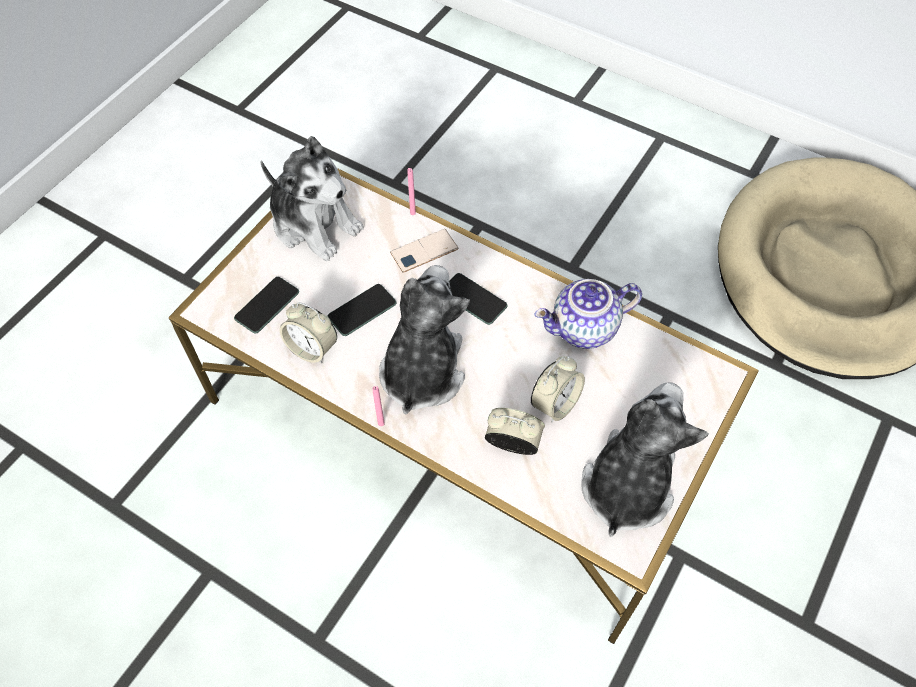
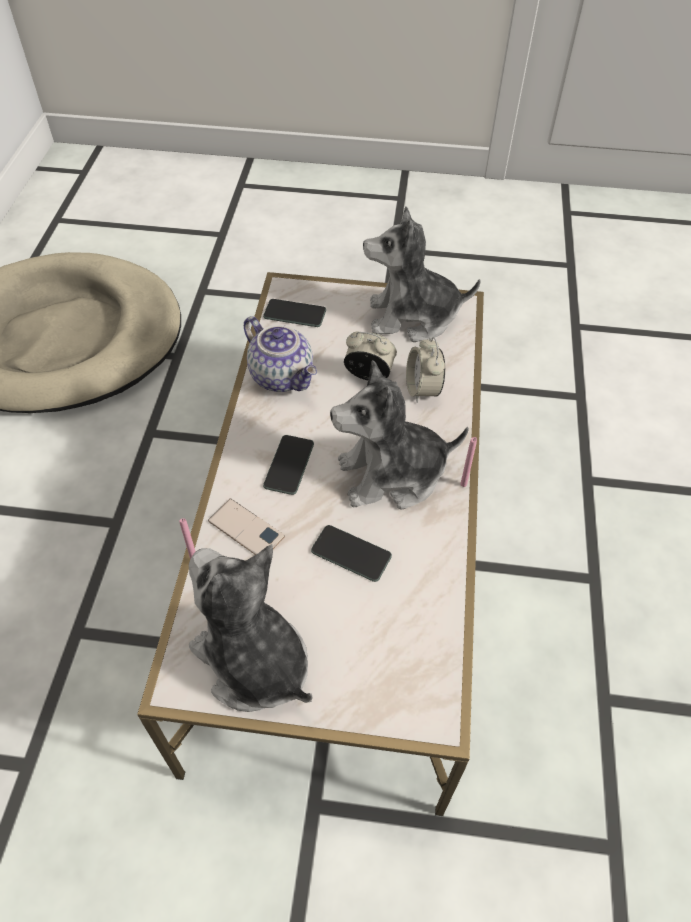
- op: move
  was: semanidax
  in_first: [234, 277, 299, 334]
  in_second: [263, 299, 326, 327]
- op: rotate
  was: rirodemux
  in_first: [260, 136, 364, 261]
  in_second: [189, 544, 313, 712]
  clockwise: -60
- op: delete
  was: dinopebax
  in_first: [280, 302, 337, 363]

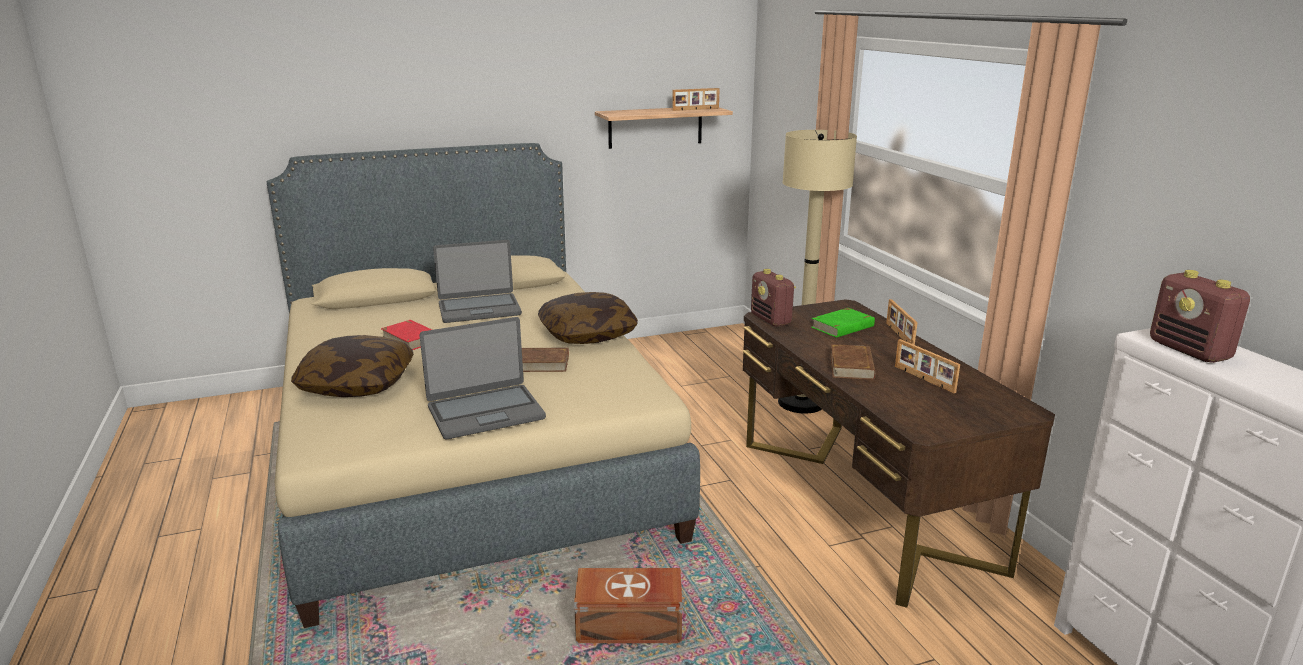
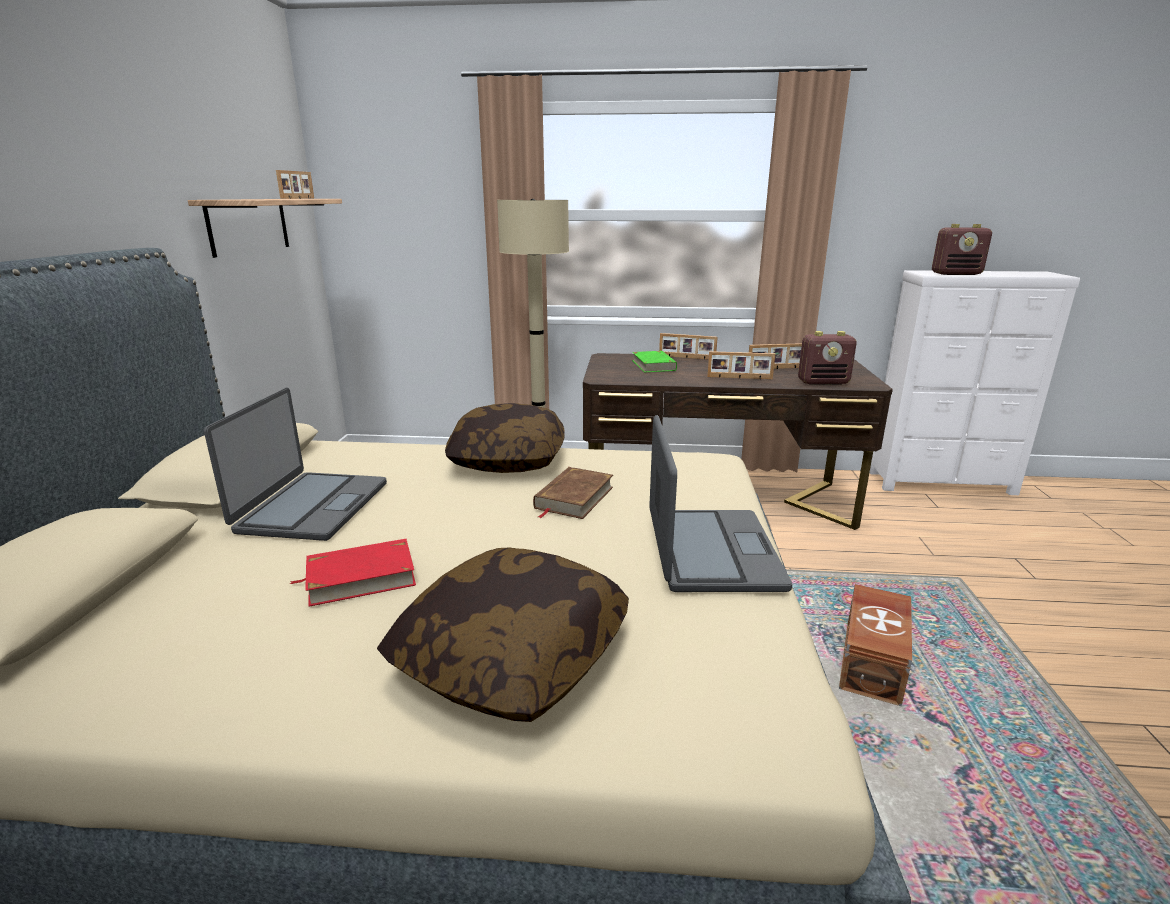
- op: move
  was: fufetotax
  in_first: [751, 269, 796, 327]
  in_second: [798, 331, 857, 385]
- op: replace
  was: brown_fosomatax
  now: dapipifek
  in_first: [830, 344, 875, 380]
  in_second: [707, 351, 775, 379]

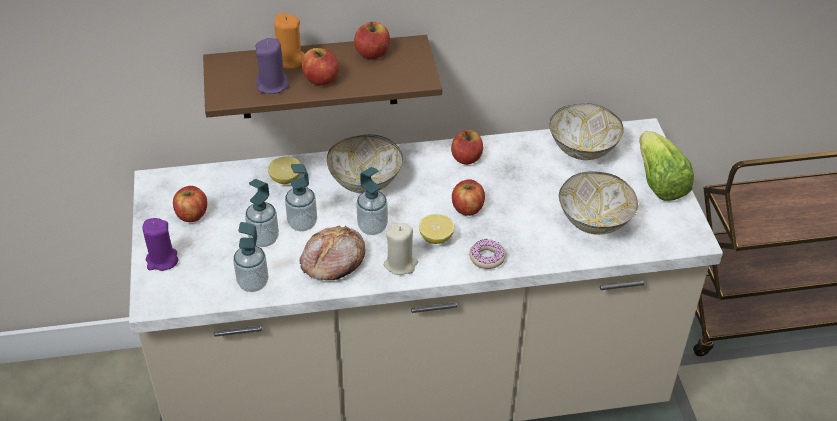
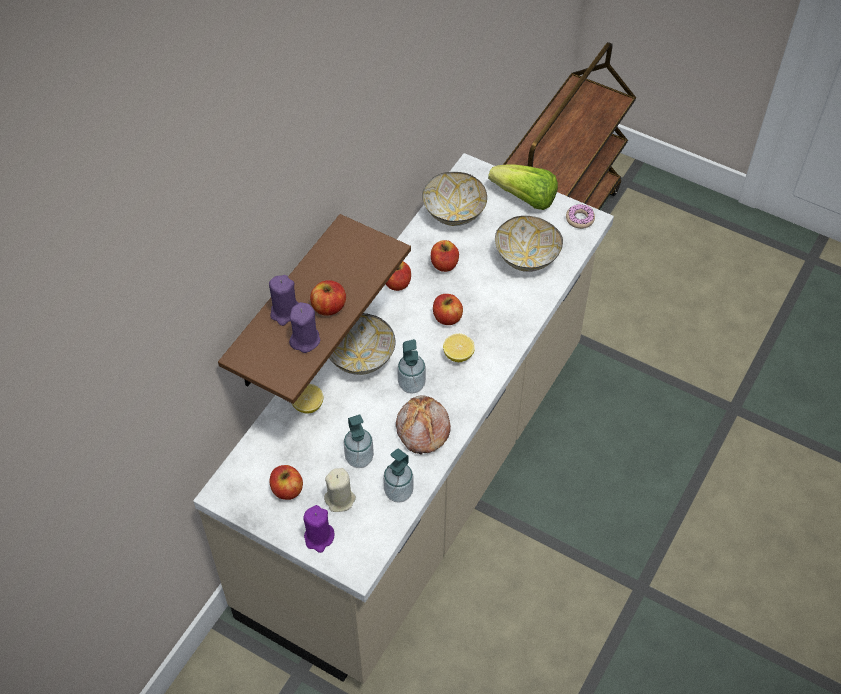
- op: recolor
  was: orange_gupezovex
  now: purple_gupezovex
  in_first: [274, 13, 305, 69]
  in_second: [269, 275, 298, 326]
- op: delete
  was: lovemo
  in_first: [285, 164, 317, 231]
- op: move
  was: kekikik
  in_first: [354, 22, 390, 59]
  in_second: [431, 240, 459, 272]
- op: move
  was: beige_gupezovex
  in_first: [384, 223, 418, 275]
  in_second: [324, 468, 356, 512]
- op: move
  was: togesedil
  in_first: [469, 239, 506, 269]
  in_second: [566, 204, 595, 229]

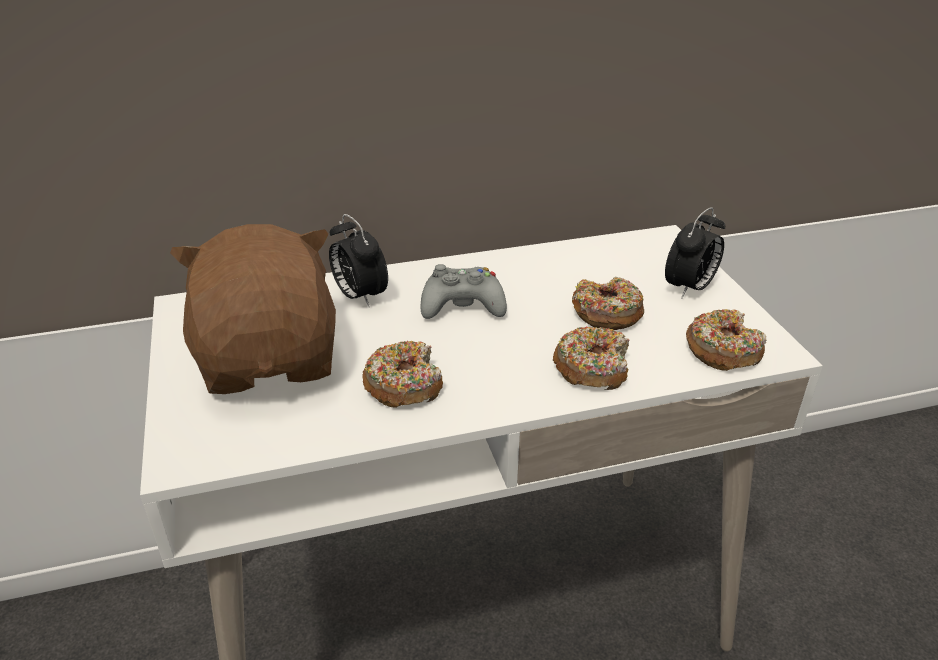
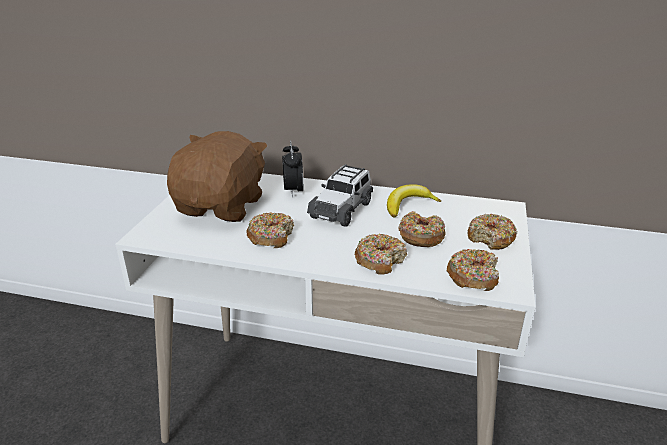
- op: replace
  was: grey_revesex
  now: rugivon
  in_first: [420, 264, 507, 319]
  in_second: [307, 164, 373, 227]
- op: replace
  was: dinopebax
  now: togesedil
  in_first: [665, 207, 725, 298]
  in_second: [467, 213, 518, 250]
- op: insert
  now: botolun
  in_second: [387, 184, 441, 217]

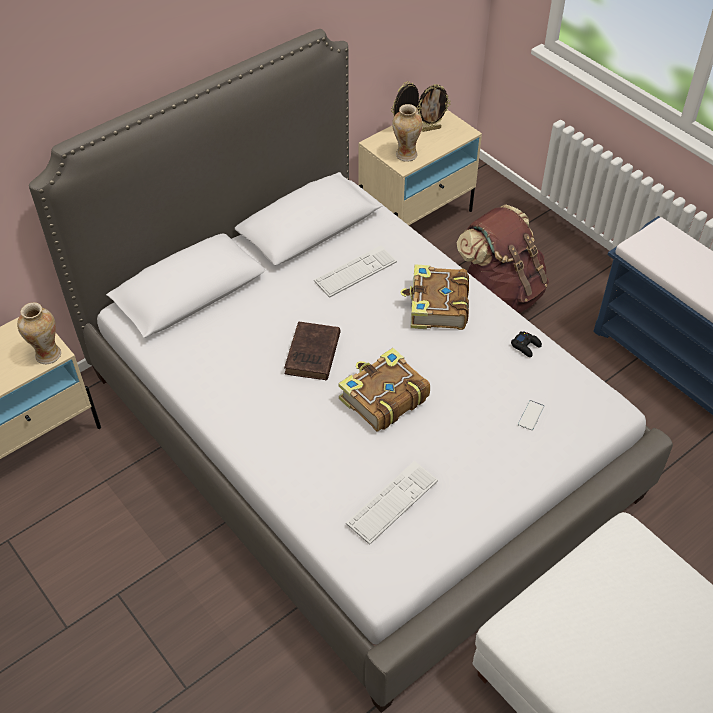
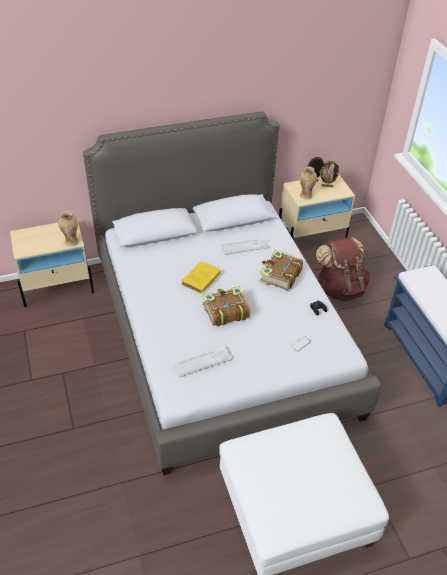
- op: recolor
  was: brown_fosomatax
  now: yellow_fosomatax
  in_first: [284, 322, 341, 380]
  in_second: [181, 261, 221, 294]

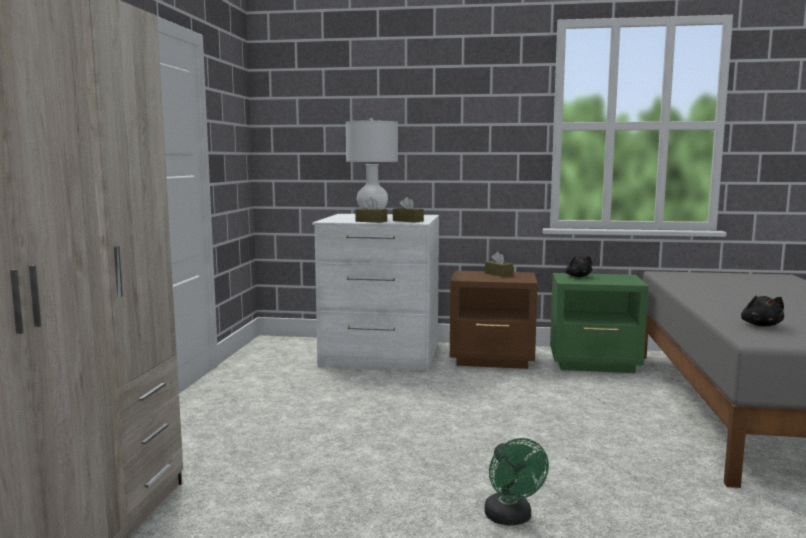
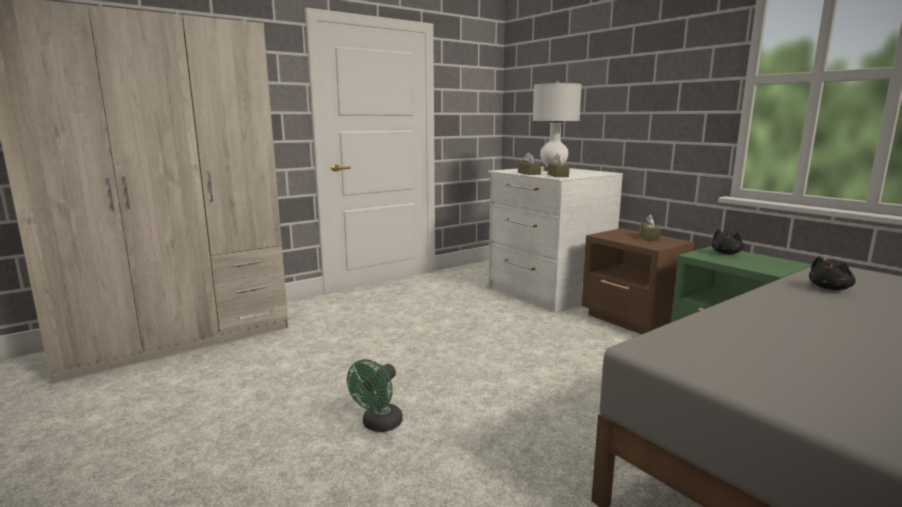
- op: move
  was: black_rirodemux
  in_first: [741, 295, 784, 327]
  in_second: [809, 256, 856, 290]

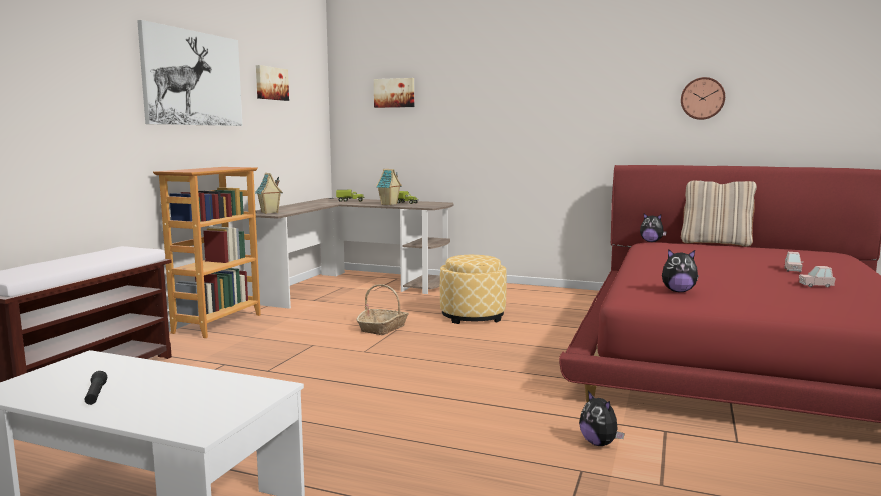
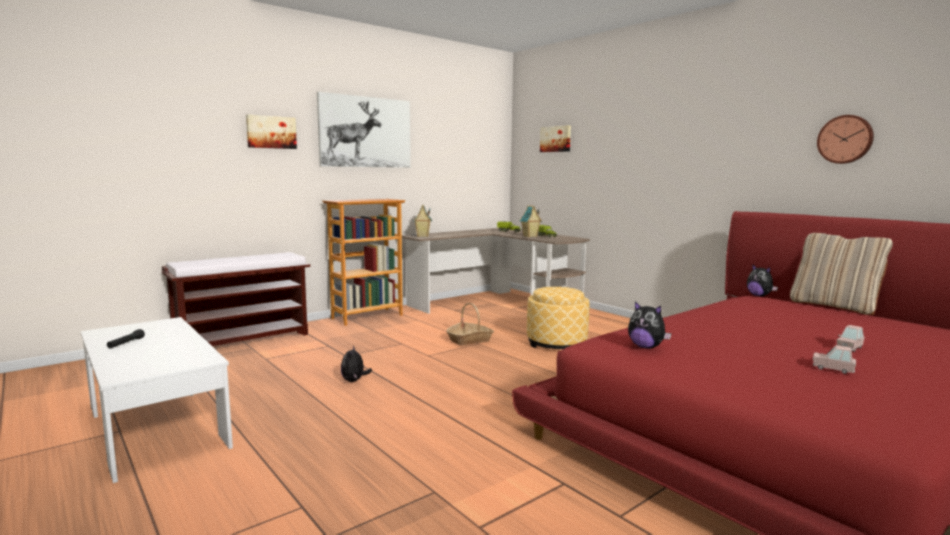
- op: move
  was: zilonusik
  in_first: [256, 65, 289, 101]
  in_second: [246, 114, 297, 149]
- op: move
  was: rirodemux
  in_first: [579, 391, 625, 446]
  in_second: [341, 345, 372, 382]

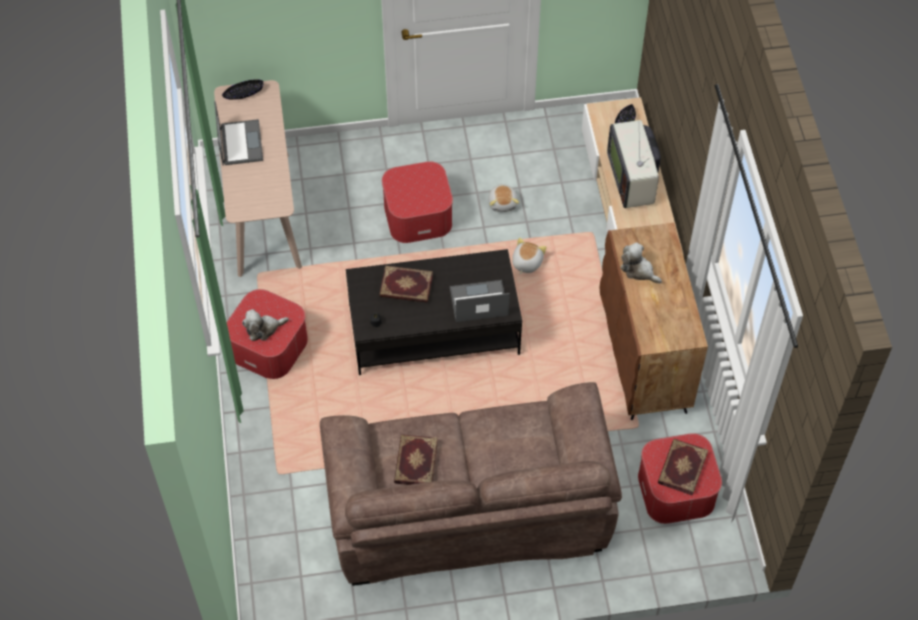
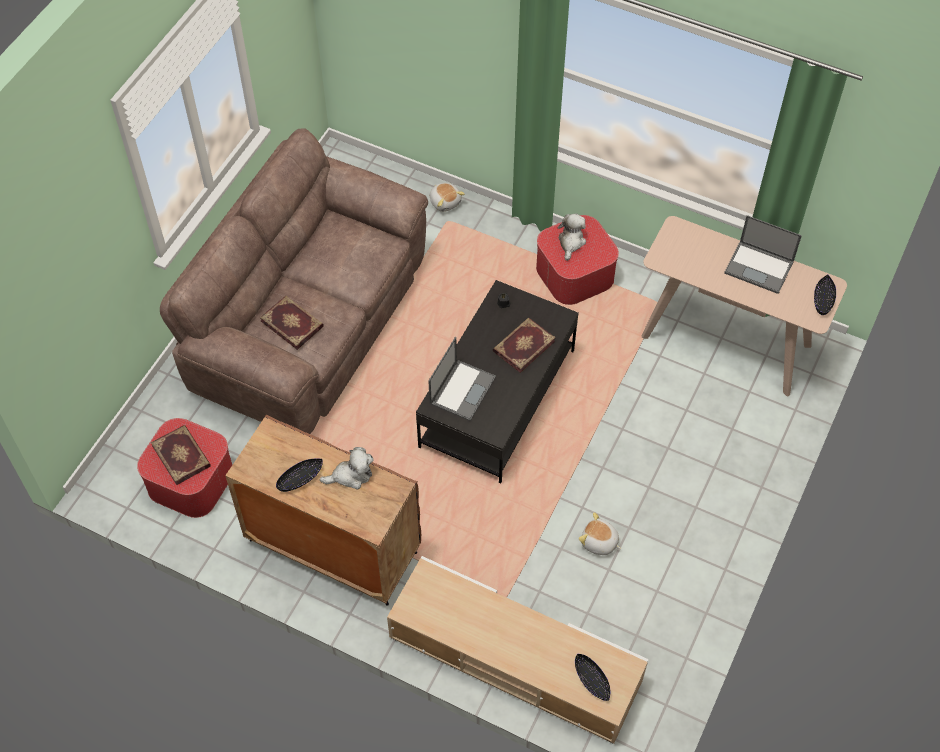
- op: delete
  was: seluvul
  in_first: [382, 161, 453, 243]
- op: move
  was: fosomatax
  in_first: [394, 434, 438, 485]
  in_second: [260, 296, 324, 350]
- op: move
  was: rirodemux
  in_first: [512, 238, 547, 274]
  in_second: [430, 183, 465, 212]
- op: delete
  was: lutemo
  in_first: [607, 120, 661, 208]
- op: insert
  now: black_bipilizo
  in_second: [276, 459, 323, 492]

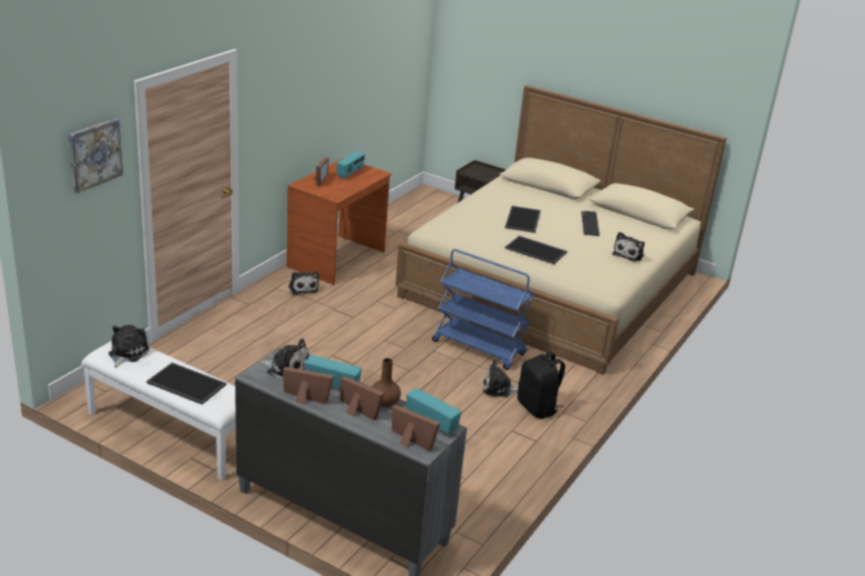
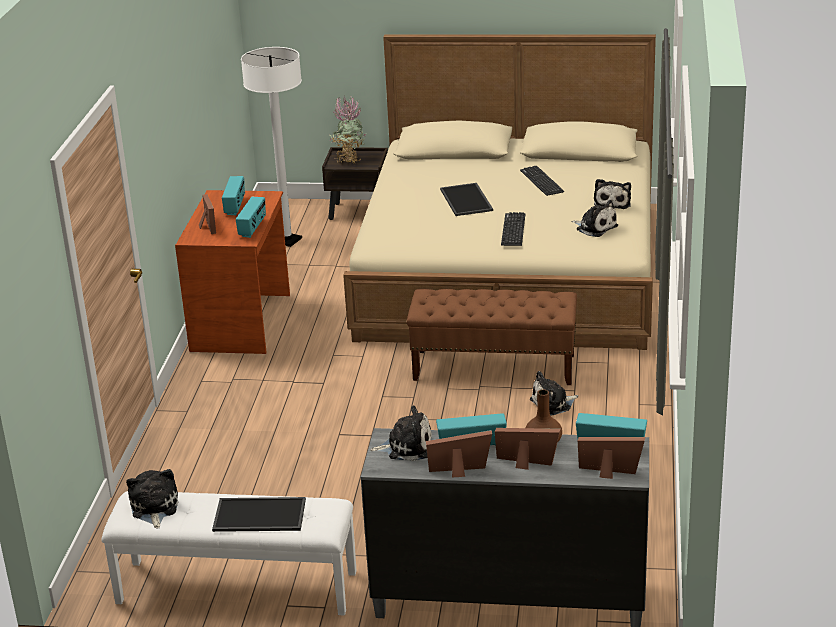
- op: delete
  was: zilonusik
  in_first: [68, 118, 123, 193]
- op: move
  was: rirodemux
  in_first: [288, 271, 319, 295]
  in_second: [571, 200, 618, 237]
- op: replace
  was: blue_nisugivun
  now: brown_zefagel
  in_first: [432, 249, 534, 370]
  in_second: [407, 289, 577, 385]
- op: replace
  was: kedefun
  now: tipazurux
  in_first: [505, 236, 567, 264]
  in_second: [501, 212, 525, 246]
- op: delete
  was: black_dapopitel
  in_first: [517, 351, 565, 419]
- op: insert
  now: fufetotax
  in_second: [236, 197, 266, 238]
- op: insert
  now: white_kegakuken
  in_second: [241, 47, 302, 247]
- op: insert
  now: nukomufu
  in_second: [329, 96, 366, 164]

